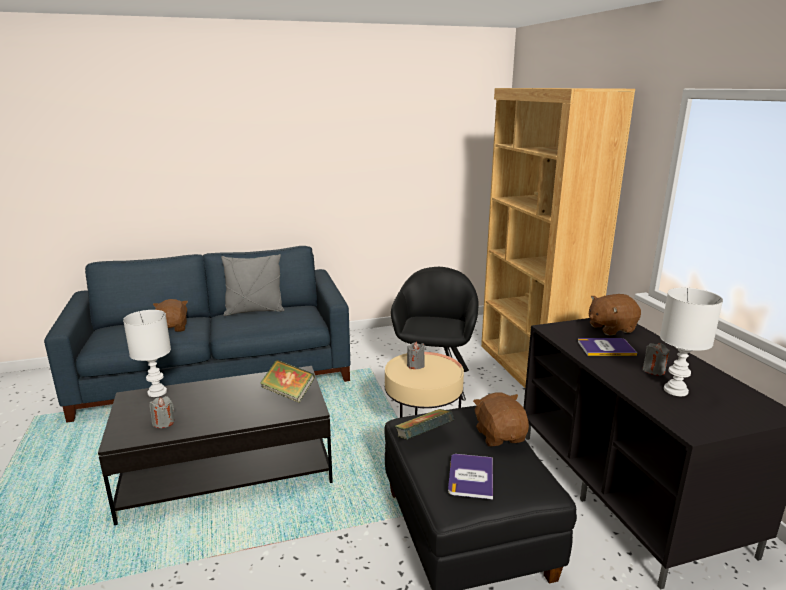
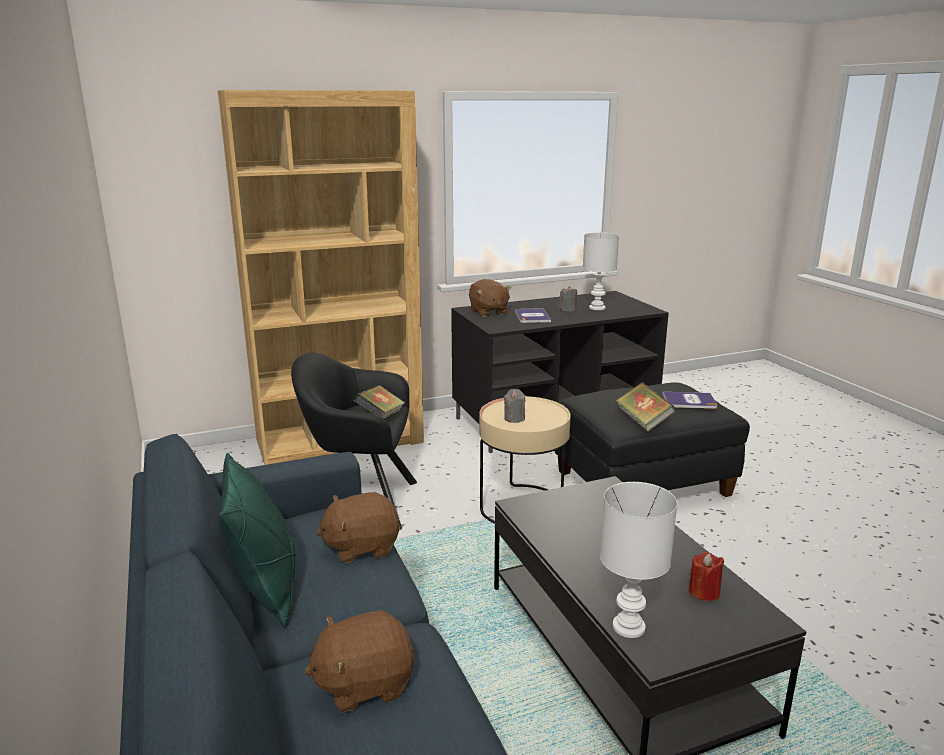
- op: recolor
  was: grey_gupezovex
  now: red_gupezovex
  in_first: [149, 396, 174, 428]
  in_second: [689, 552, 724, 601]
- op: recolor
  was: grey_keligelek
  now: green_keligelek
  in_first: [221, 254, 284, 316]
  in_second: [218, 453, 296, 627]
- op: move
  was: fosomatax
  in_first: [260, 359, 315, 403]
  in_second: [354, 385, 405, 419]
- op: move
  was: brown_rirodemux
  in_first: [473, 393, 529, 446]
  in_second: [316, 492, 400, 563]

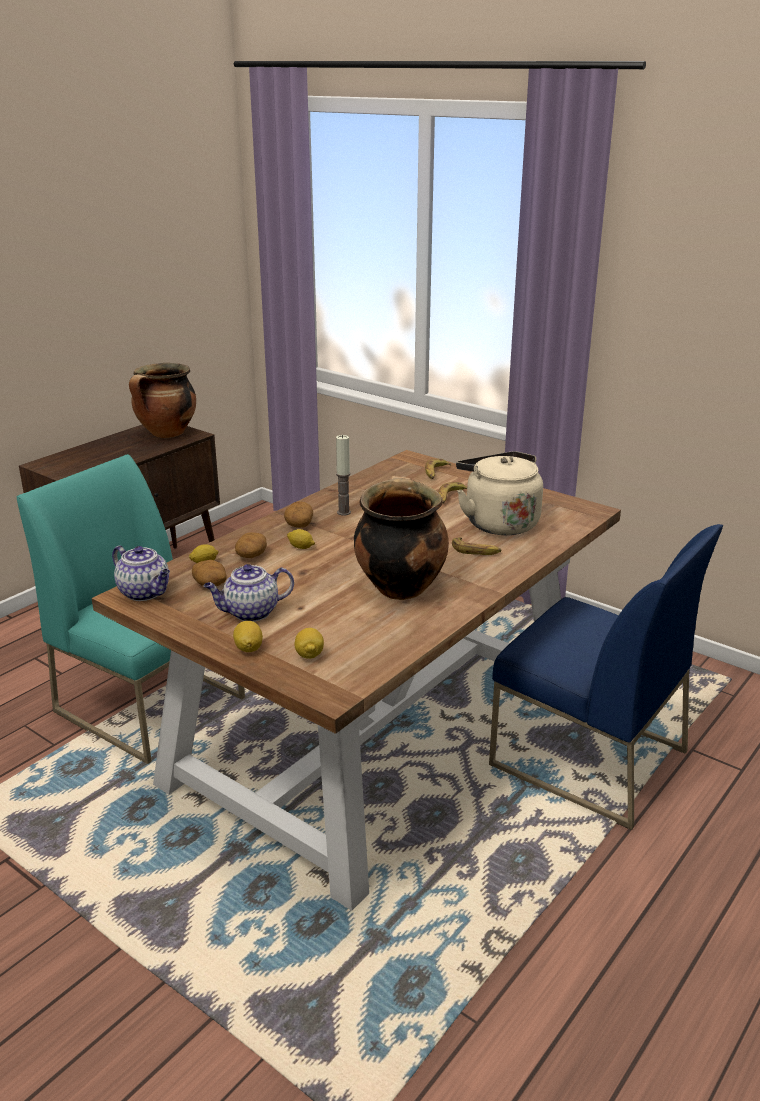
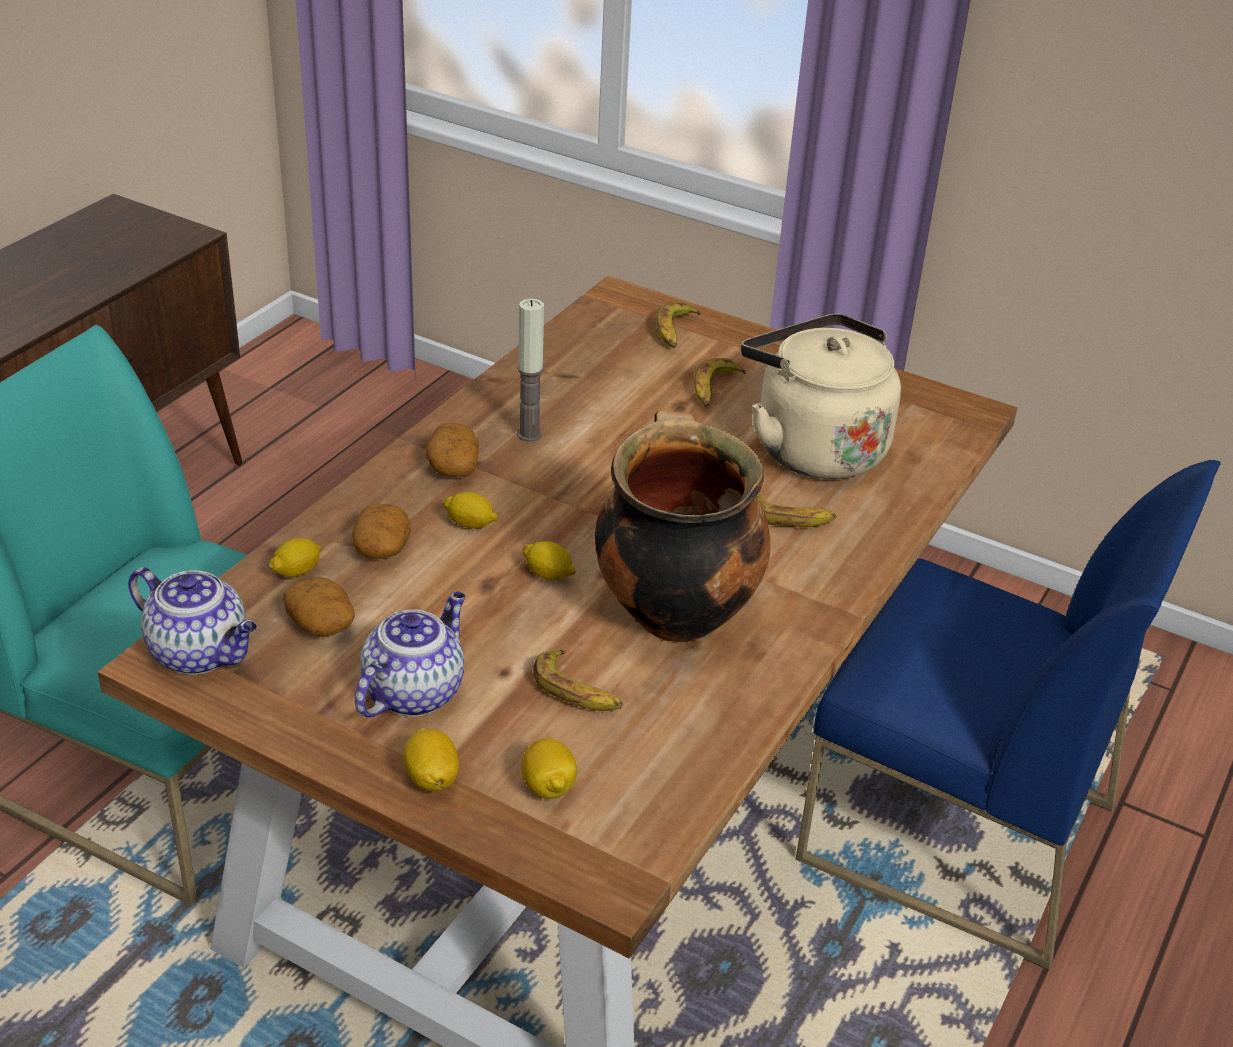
- op: delete
  was: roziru
  in_first: [129, 363, 196, 438]
- op: rotate
  was: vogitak
  in_first: [204, 564, 294, 622]
  in_second: [355, 592, 466, 717]
  clockwise: 150
- op: insert
  now: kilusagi
  in_second: [522, 541, 576, 581]
- op: insert
  now: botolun
  in_second: [533, 650, 623, 711]

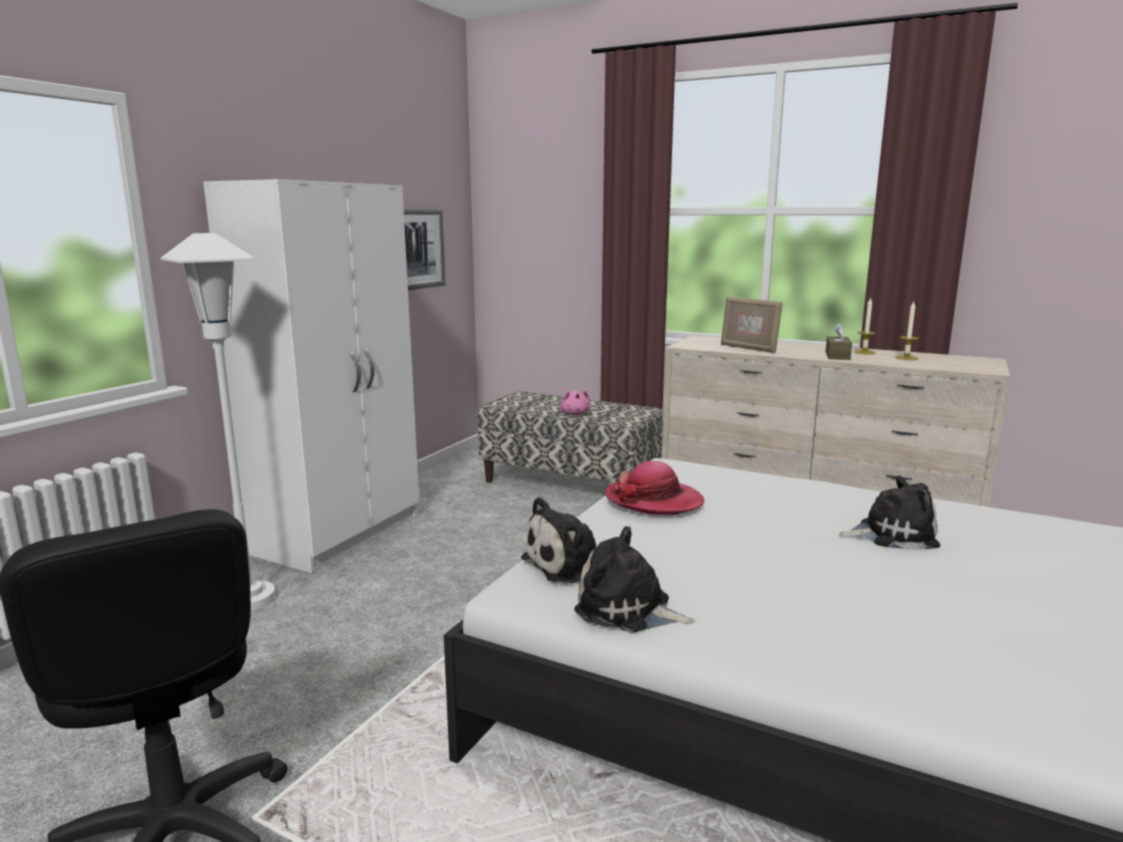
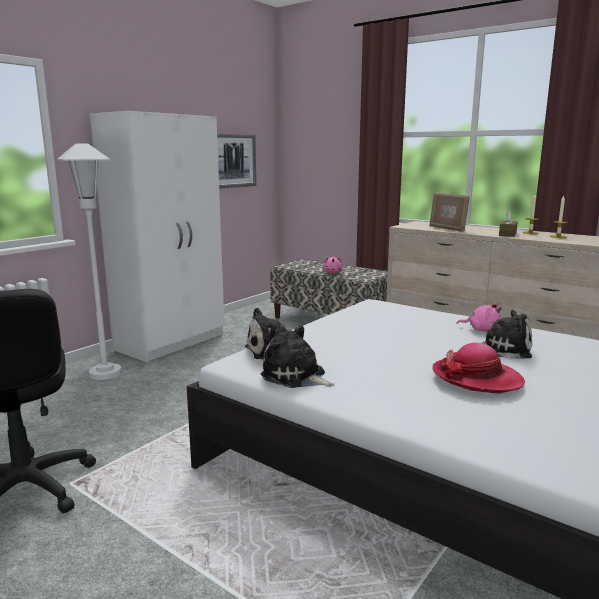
- op: move
  was: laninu
  in_first: [605, 461, 705, 515]
  in_second: [432, 343, 525, 394]
- op: insert
  now: pink_rirodemux
  in_second: [457, 303, 502, 331]

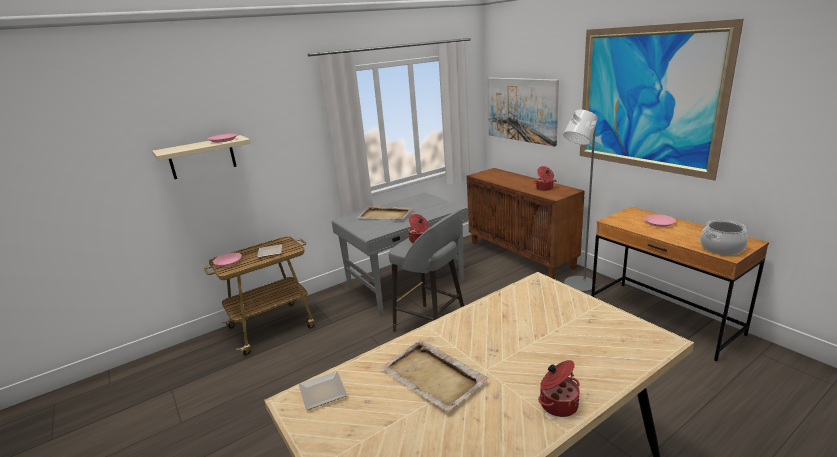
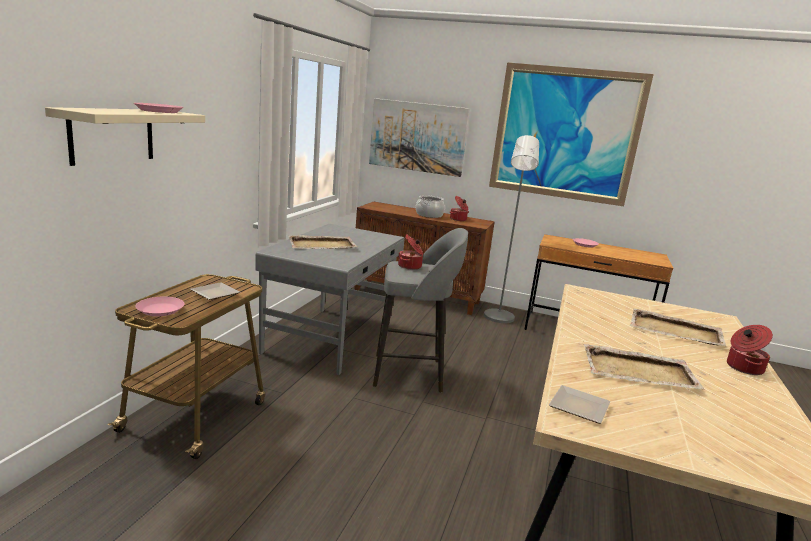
- op: move
  was: roziru
  in_first: [700, 220, 748, 255]
  in_second: [416, 195, 445, 218]
- op: insert
  now: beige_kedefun
  in_second: [630, 308, 726, 346]

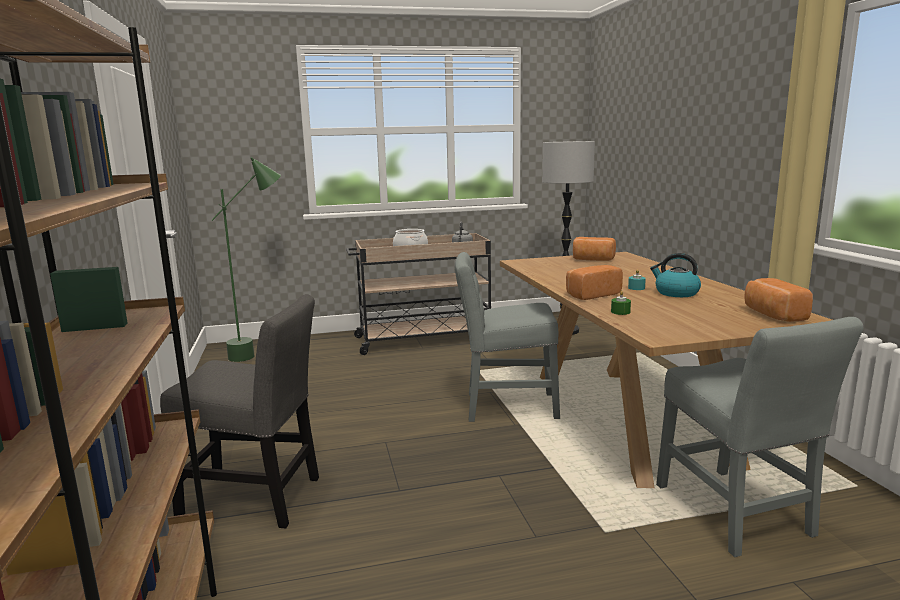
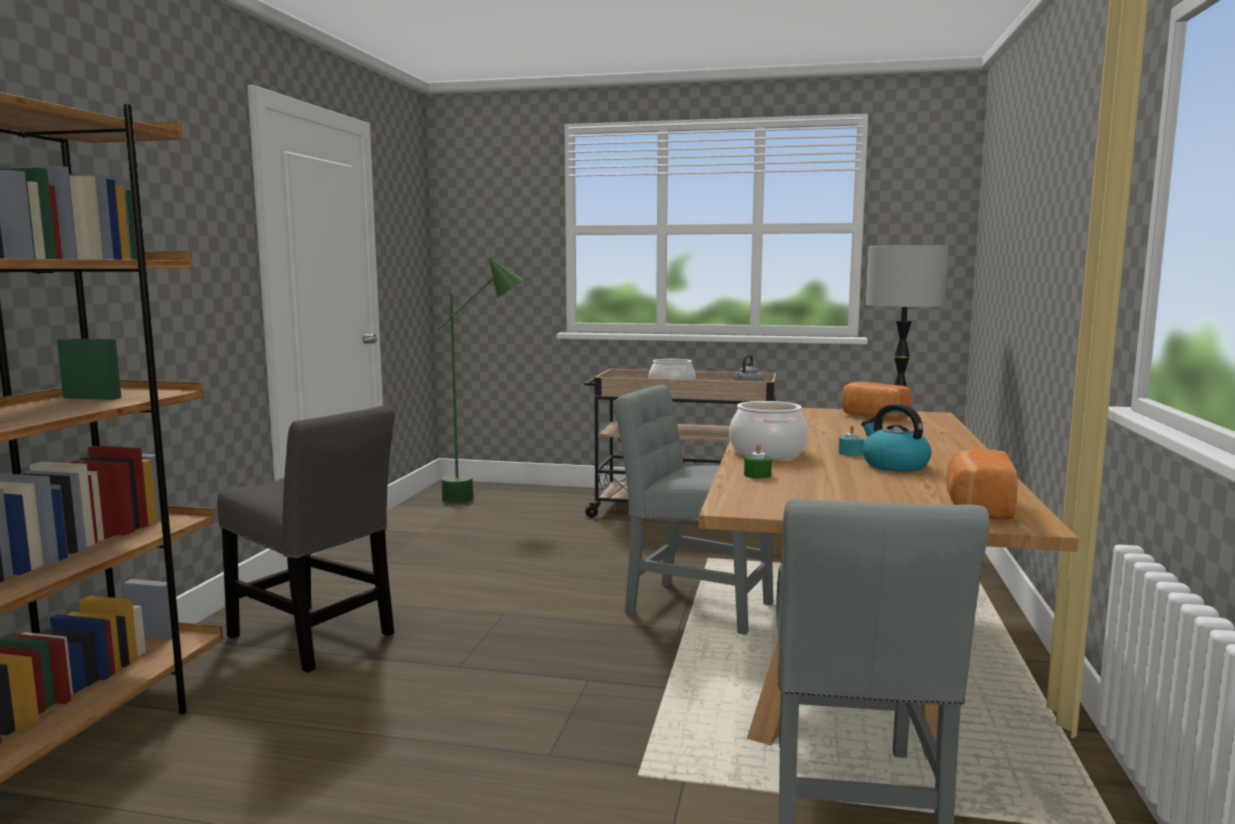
- op: replace
  was: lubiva
  now: roziru
  in_first: [566, 265, 623, 300]
  in_second: [729, 401, 808, 459]

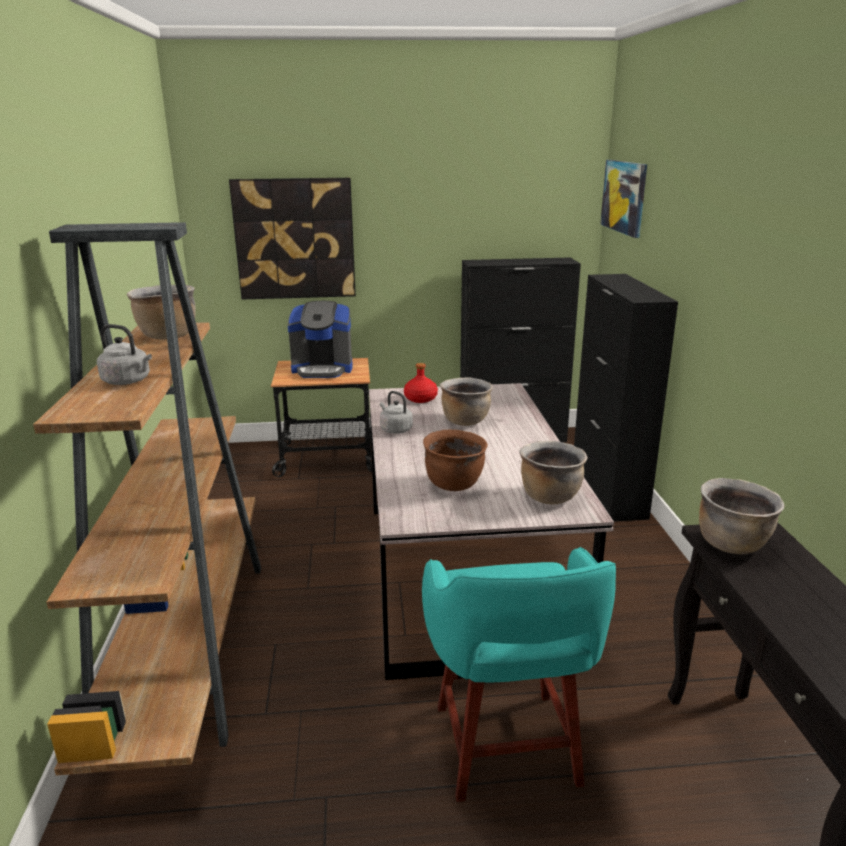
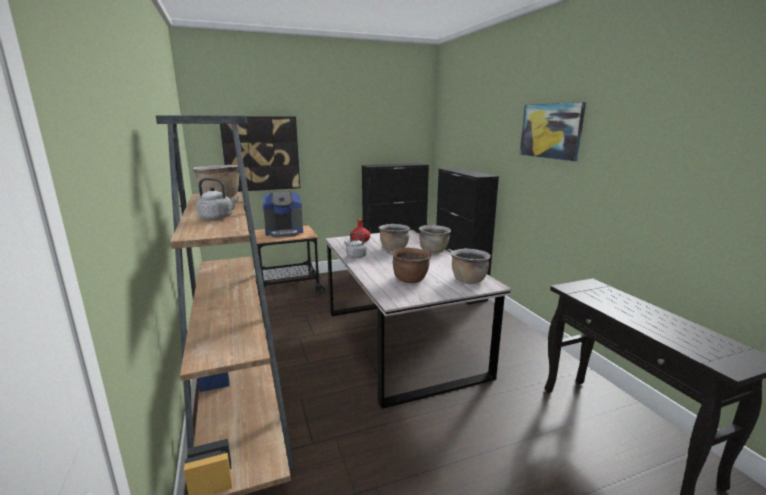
- op: delete
  was: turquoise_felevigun
  in_first: [422, 547, 616, 802]
- op: move
  was: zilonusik
  in_first: [600, 160, 647, 238]
  in_second: [520, 102, 586, 161]
- op: move
  was: brown_roziru
  in_first: [699, 478, 784, 554]
  in_second: [419, 225, 451, 253]

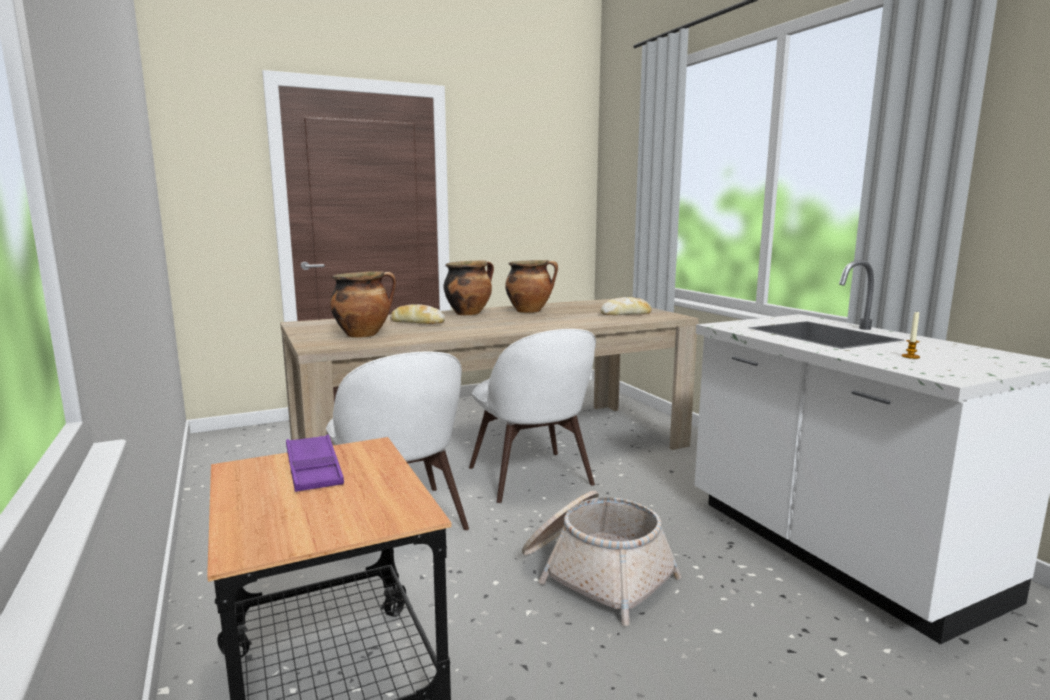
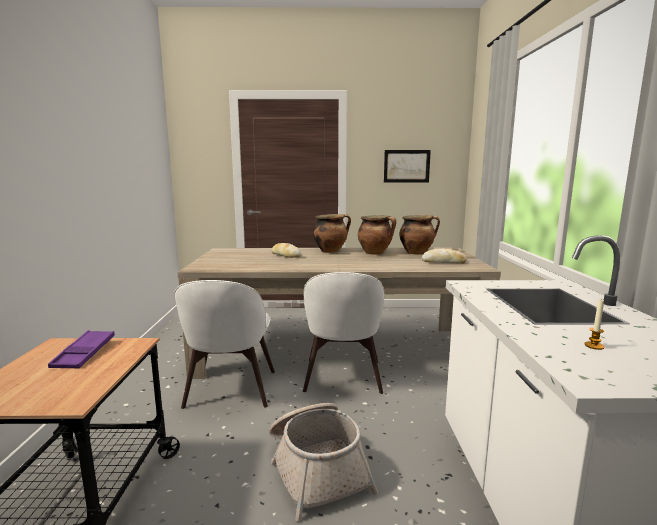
- op: move
  was: roziru
  in_first: [330, 271, 396, 337]
  in_second: [399, 215, 440, 254]
- op: insert
  now: zilonusik
  in_second: [384, 150, 431, 182]

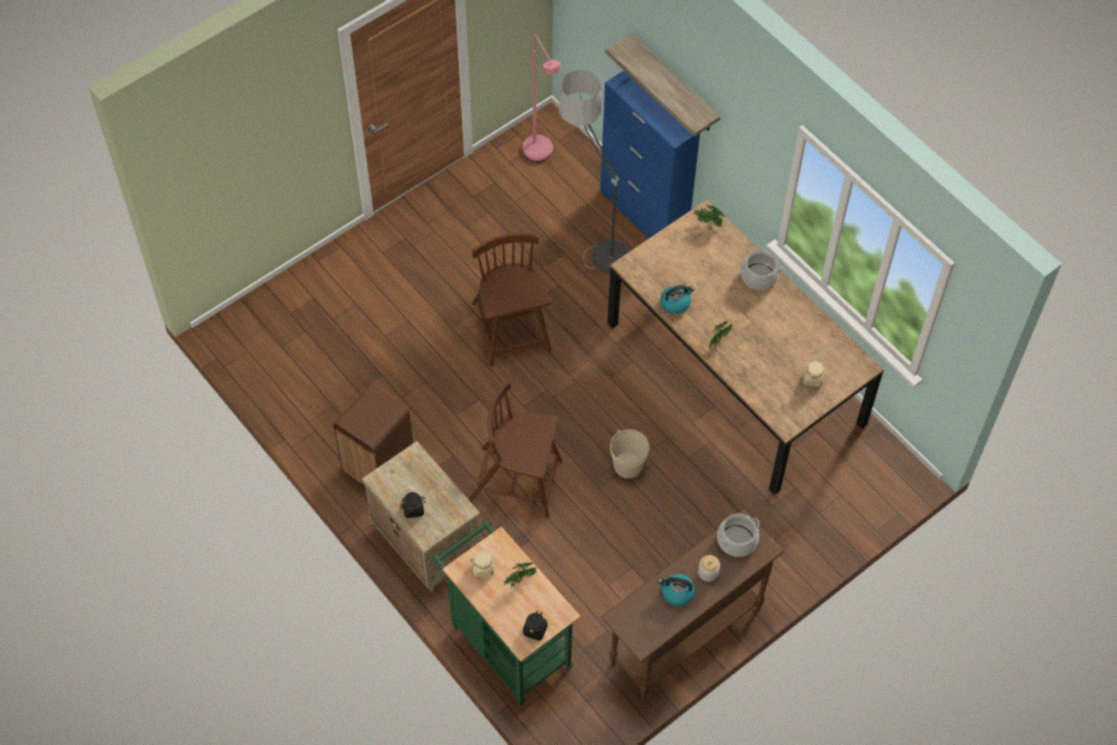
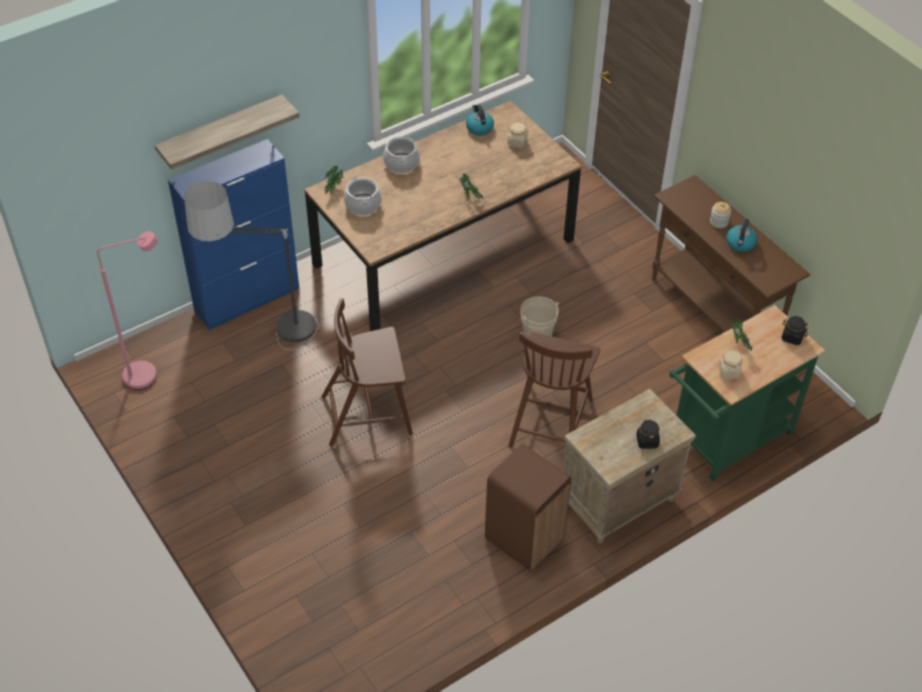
- op: move
  was: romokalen
  in_first: [660, 285, 695, 314]
  in_second: [466, 105, 494, 136]
- op: move
  was: roziru
  in_first: [717, 513, 760, 557]
  in_second: [344, 177, 382, 215]

